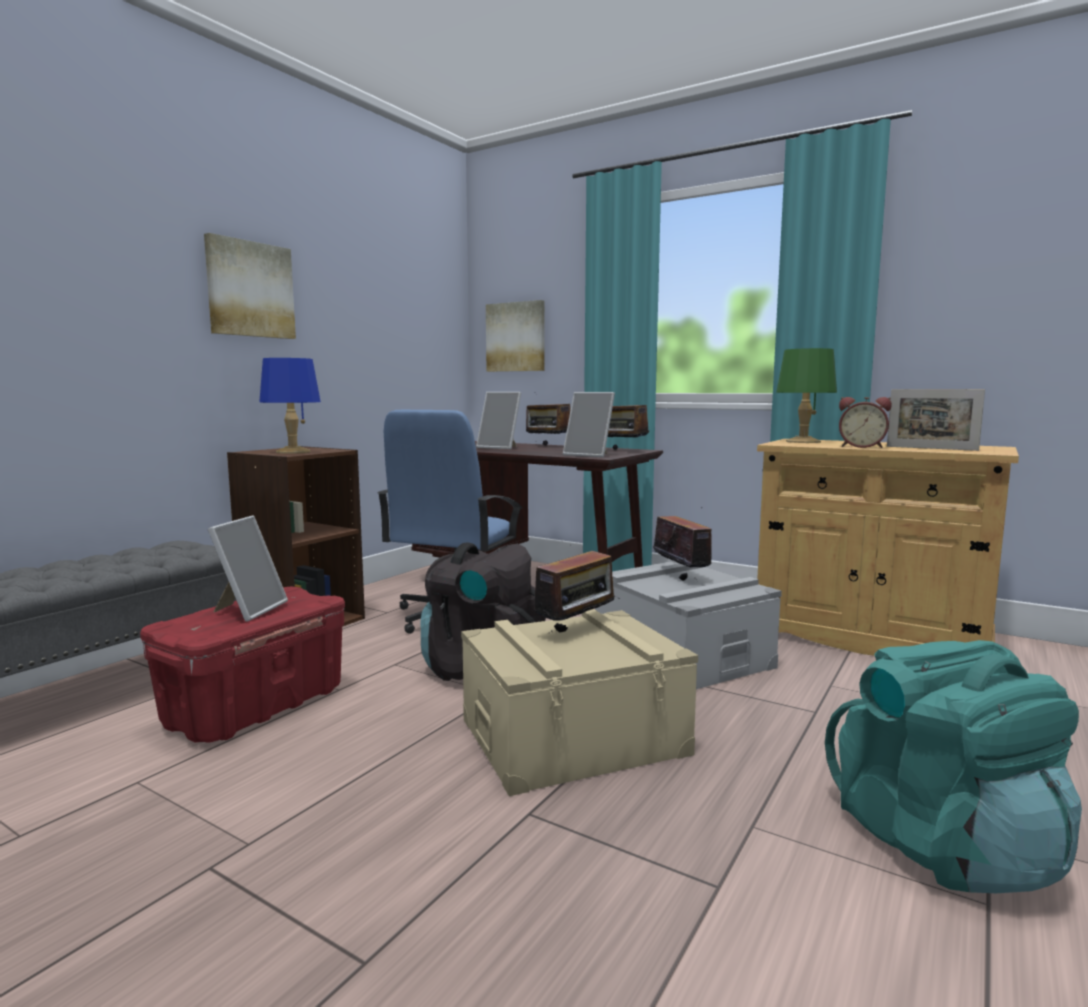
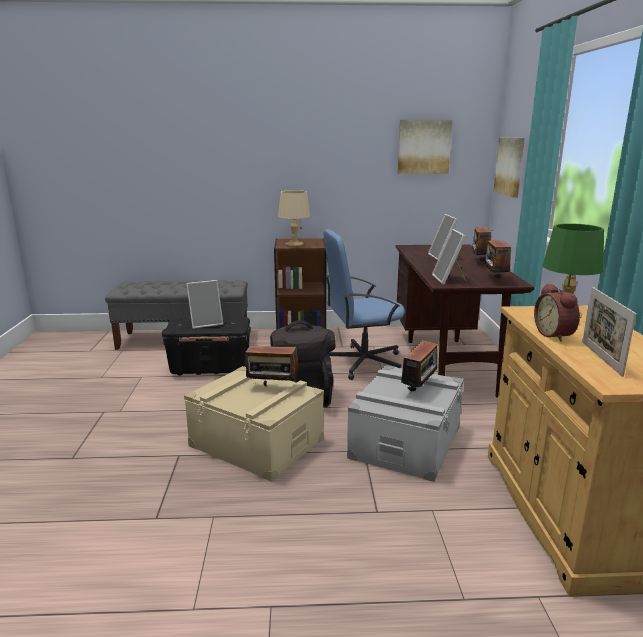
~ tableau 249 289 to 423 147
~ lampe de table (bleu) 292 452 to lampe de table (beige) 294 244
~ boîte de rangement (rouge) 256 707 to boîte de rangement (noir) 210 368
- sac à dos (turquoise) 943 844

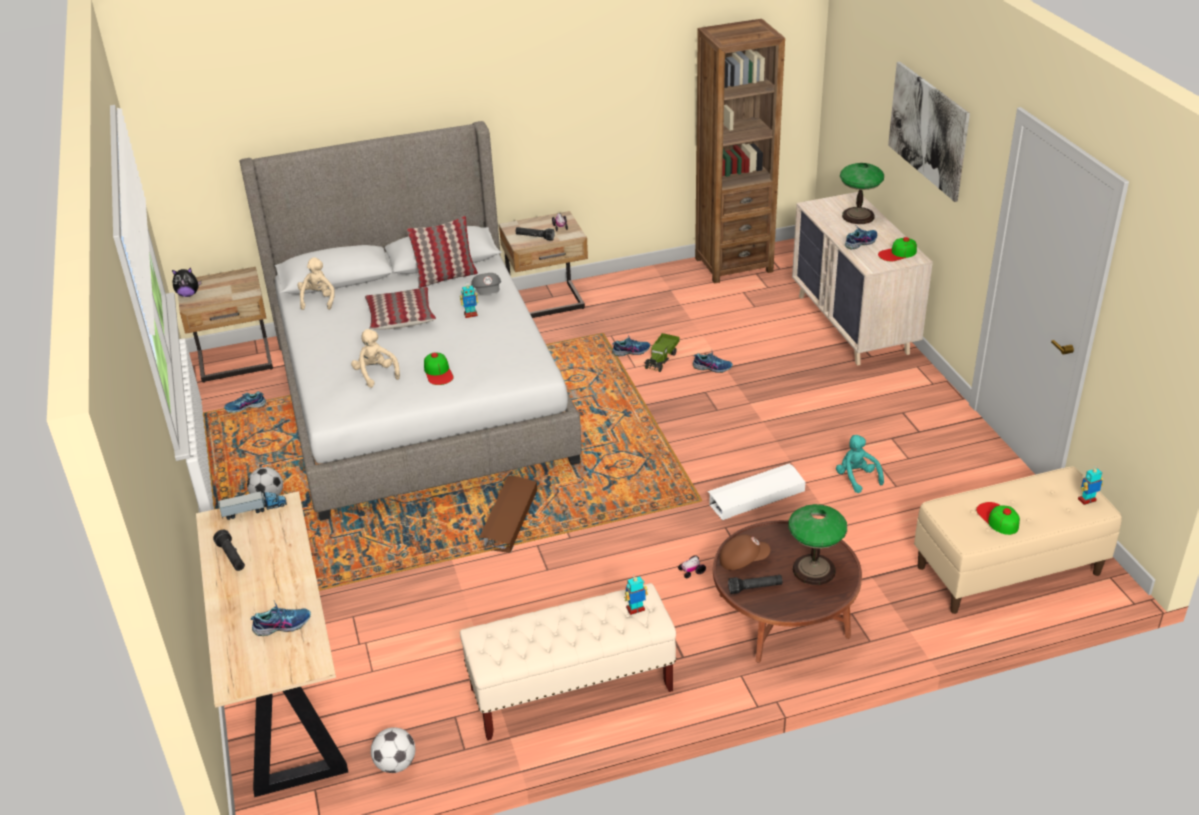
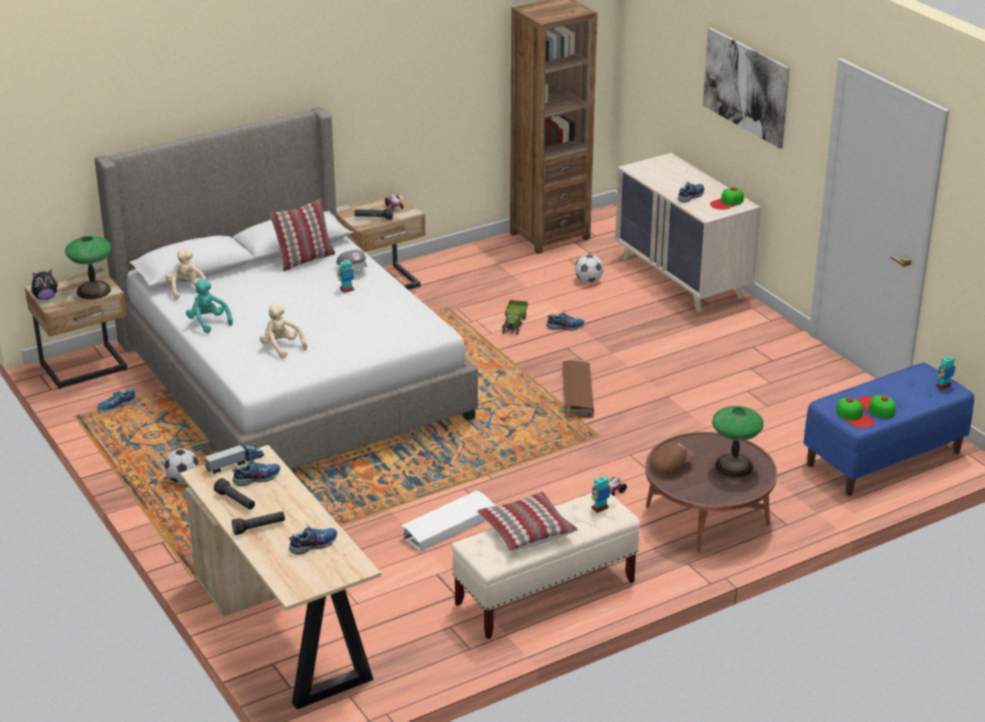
~ lampe de table 858 216 to 93 291
~ coussin 400 316 to 526 530
~ chaussure 631 351 to 256 478
~ casquette 438 372 to 854 416
~ peluche (turquoise) 856 478 to 208 322
~ boîte de rangement (blanc) 755 496 to 448 526
~ banc (beige) 1008 571 to banc (bleu) 883 459
~ boîte de rangement (marron) 509 519 to 577 394
~ lampe de poche (noir) 755 588 to 259 528
~ ballon de foot 395 764 to 588 281

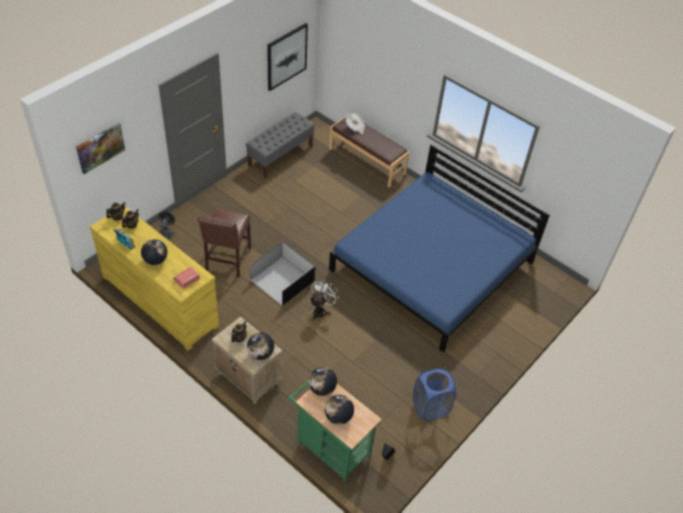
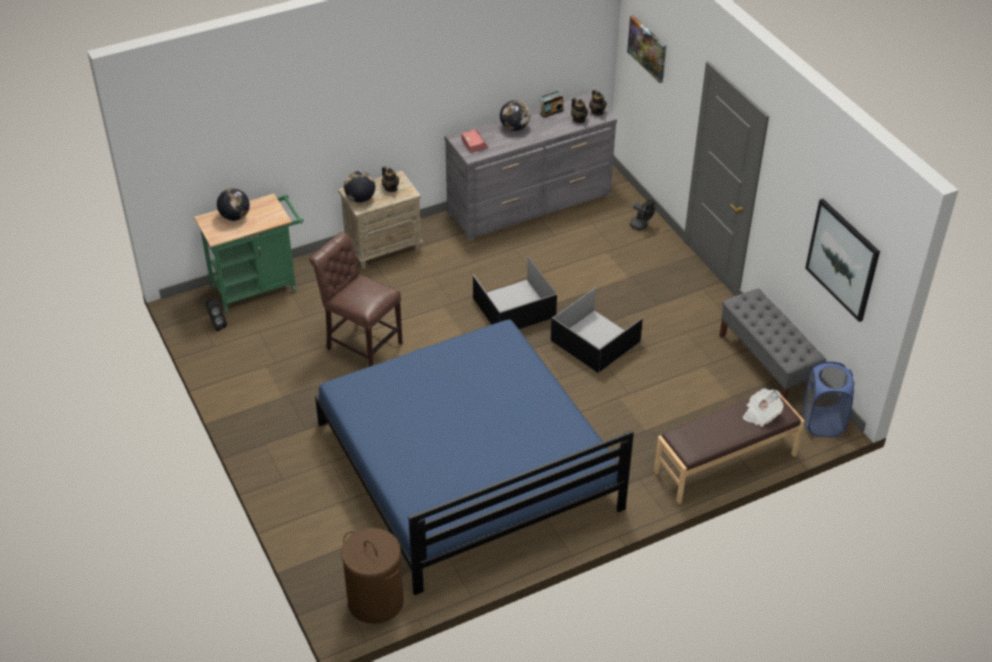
~ commode (jaune) 160 300 to commode (gris) 530 204
~ chaise (marron) 227 261 to 361 344
- ventilateur (blanc) 321 310
- globe 322 388
~ panier à linge (bleu) 430 407 to 822 421
+ boîte de rangement (noir) 596 341
+ panier à linge (marron) 375 601

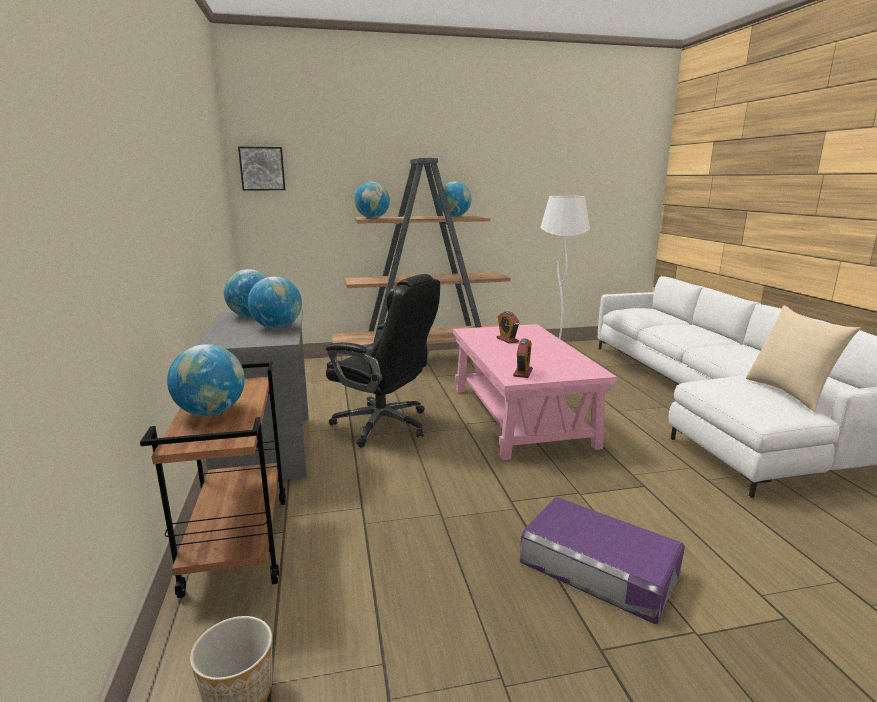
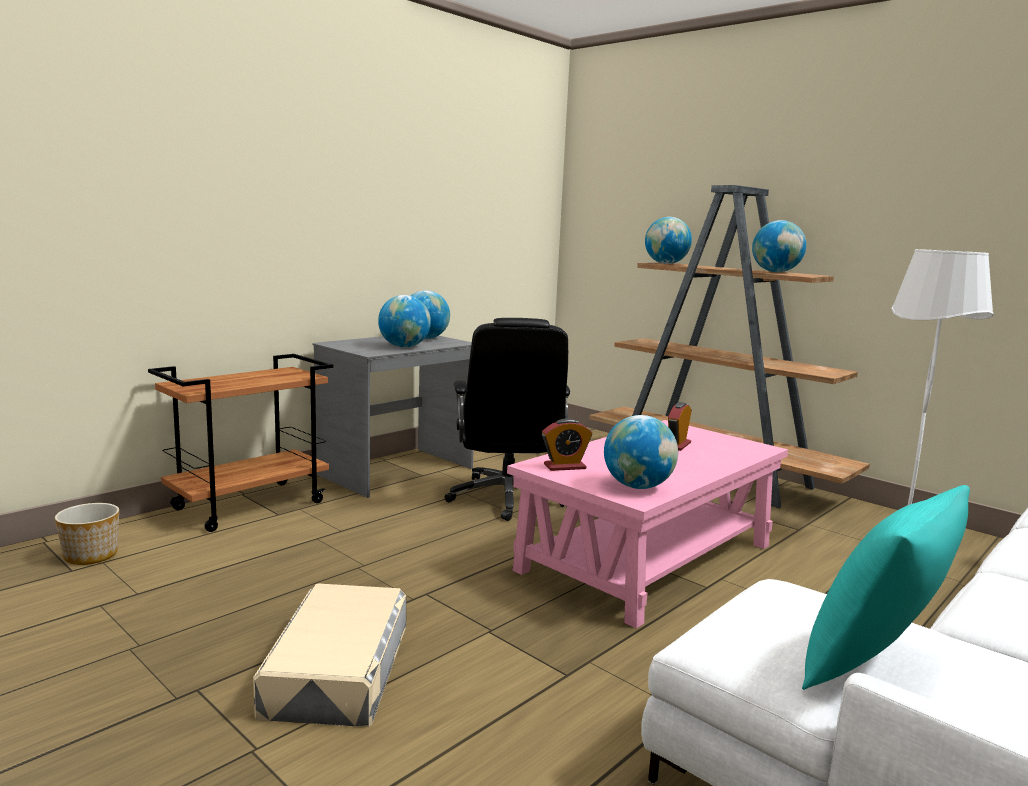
- tableau 262 168
~ coussin (beige) 789 393 to coussin (turquoise) 874 664
~ globe 211 412 to 637 486
~ boîte de rangement (violet) 598 567 to boîte de rangement (beige) 337 667

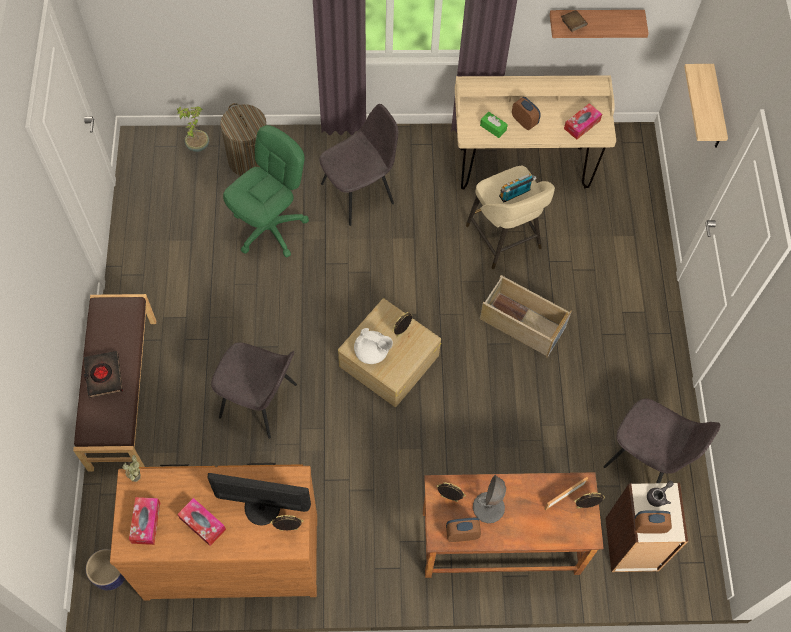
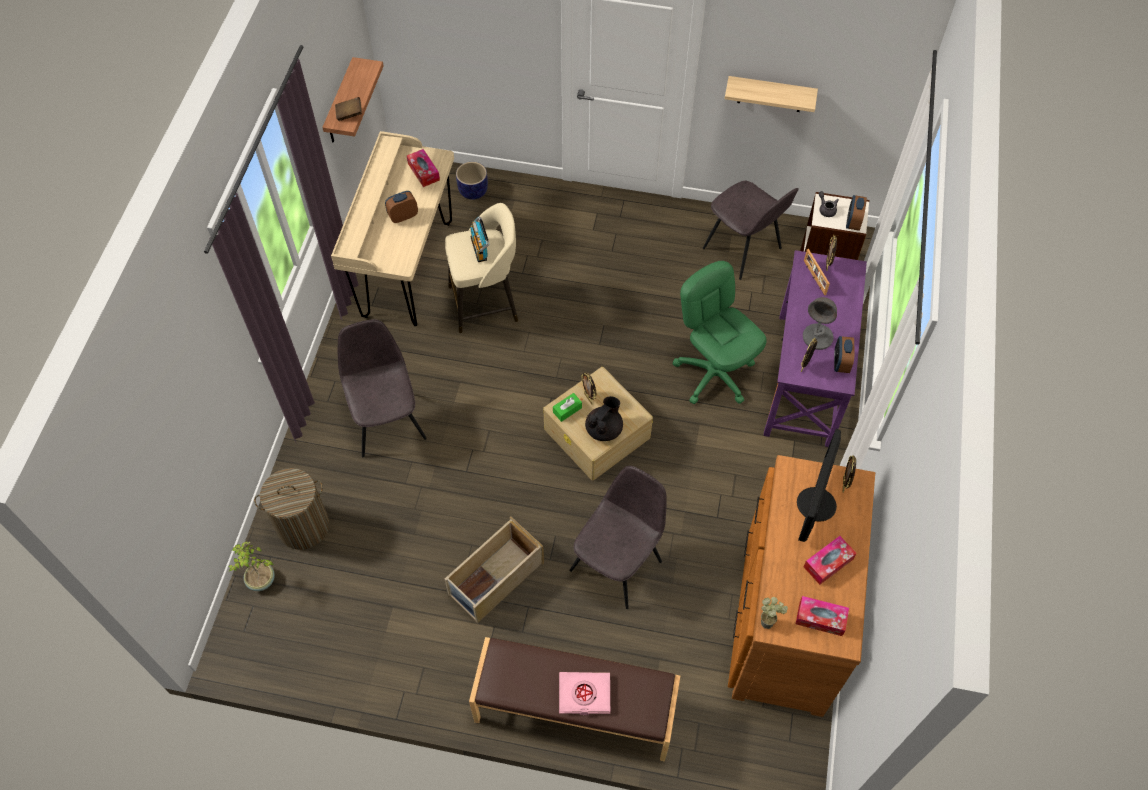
~ étagère 716 110 to 770 94
~ boîte à mouchoirs (vert) 493 128 to 567 410
~ chaise de bureau (vert) 270 228 to 714 373
~ boîte de rangement (beige) 521 323 to 495 579
~ théière (blanc) 372 352 to théière (noir) 604 429
~ livre (noir) 103 375 to livre (rose) 584 694
~ chaise (gris) 646 459 = 743 250 90 degrees clockwise
~ bureau (marron) 500 542 to bureau (violet) 805 379
~ cache-pot 110 574 to 473 192

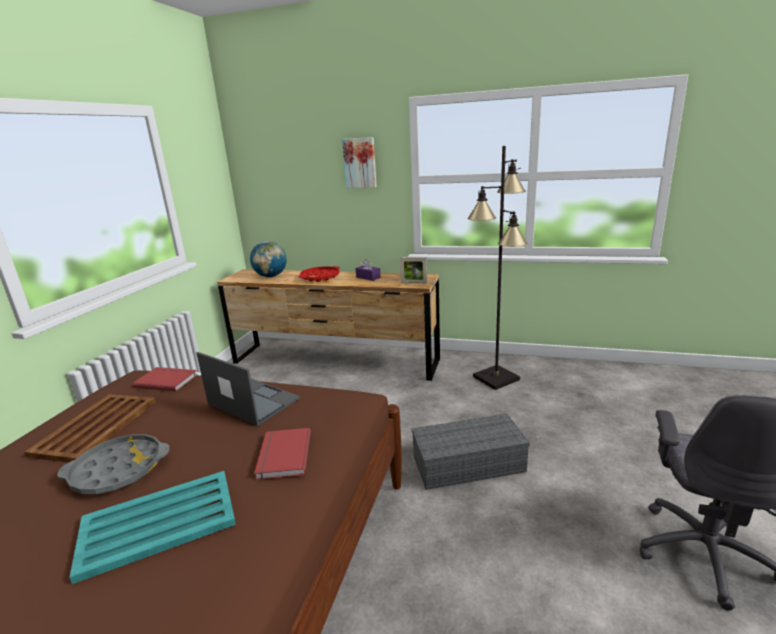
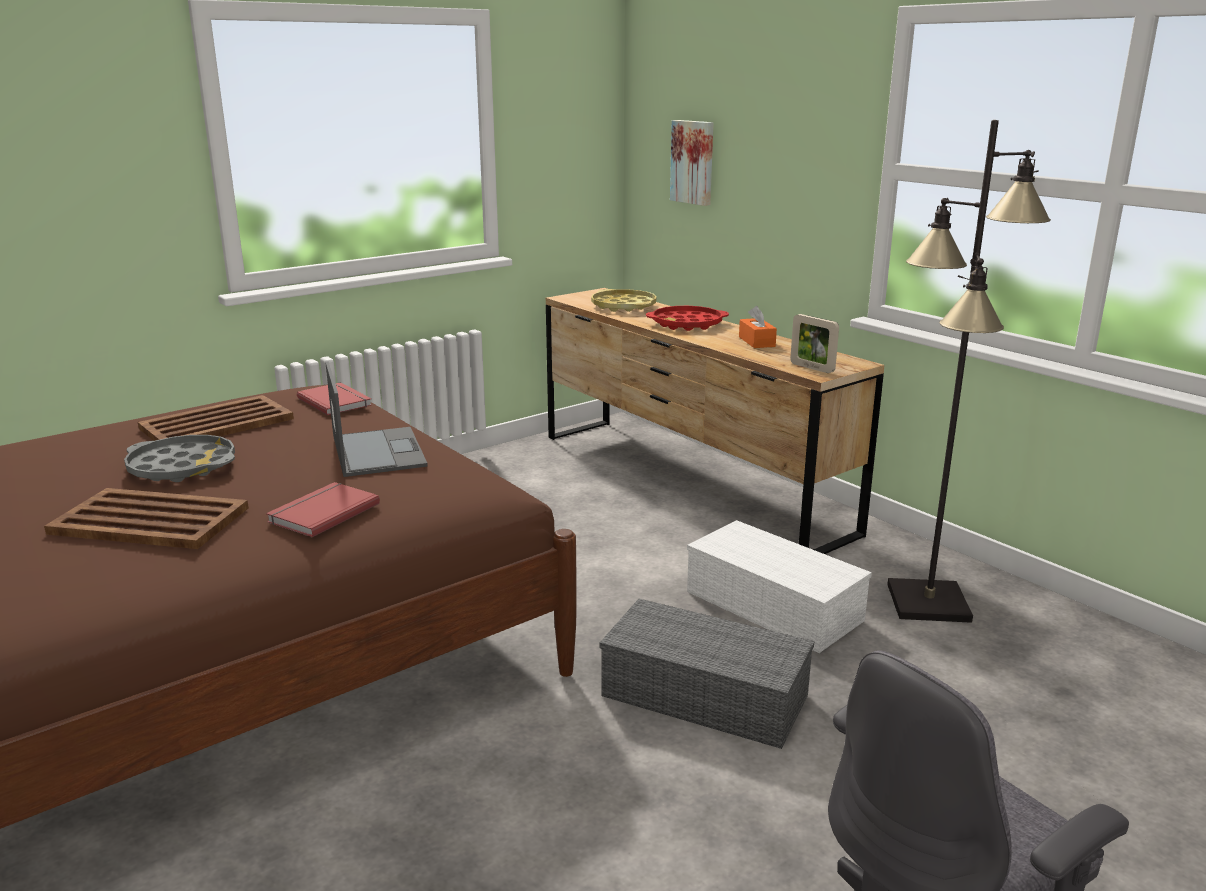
~ tableau 360 163 to 693 162
~ globe 271 276 to plateau (jaune) 623 306
~ boîte à mouchoirs (violet) 368 277 to boîte à mouchoirs (orange) 756 342
~ plateau (turquoise) 160 522 to plateau (marron) 151 521
+ boîte de rangement (blanc) 776 606

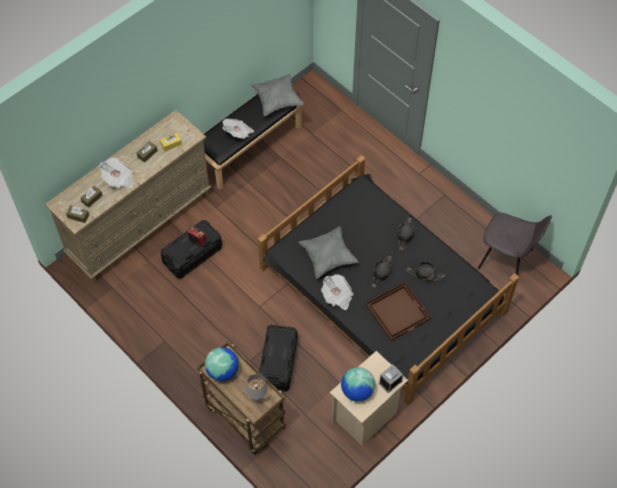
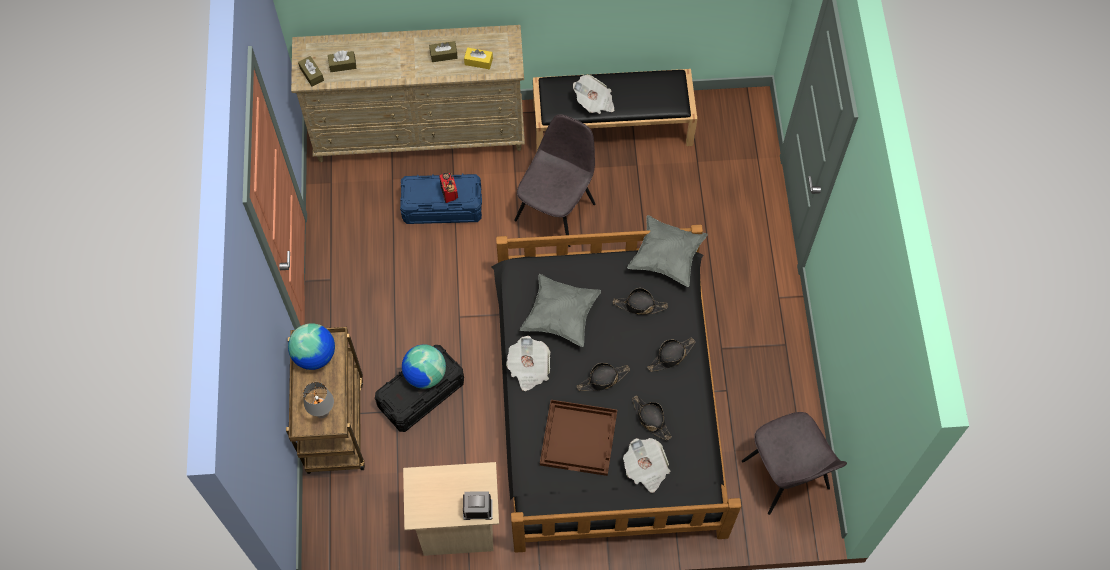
~ coussin (gris) 277 100 to 666 257
~ journal 119 179 to 646 469
~ boîte de rangement (noir) 192 255 to boîte de rangement (bleu) 442 207
~ globe 357 391 to 425 375
+ chaise (gris) 556 210
+ chapeau (noir) 639 305

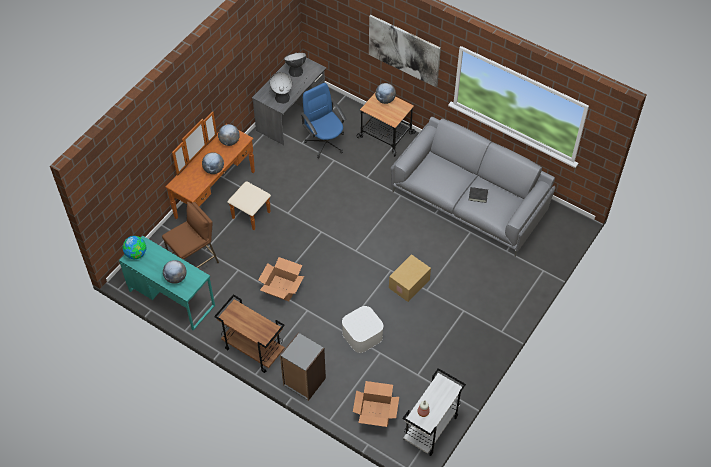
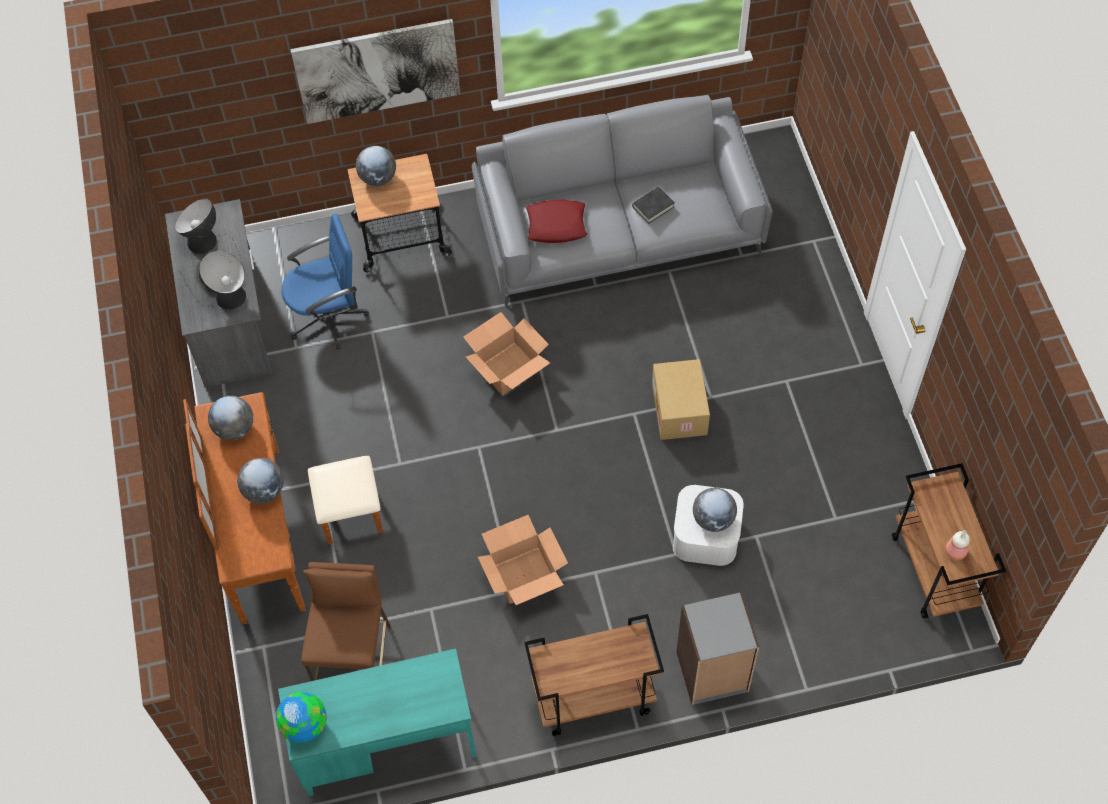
~ chaise de bureau (bleu) 325 142 = 328 317 150 degrees clockwise
~ globe 176 278 to 713 519
~ chariot (blanc) 431 429 to chariot (marron) 935 571
~ carton 375 412 to 507 368
+ coussin (rouge) 556 225

